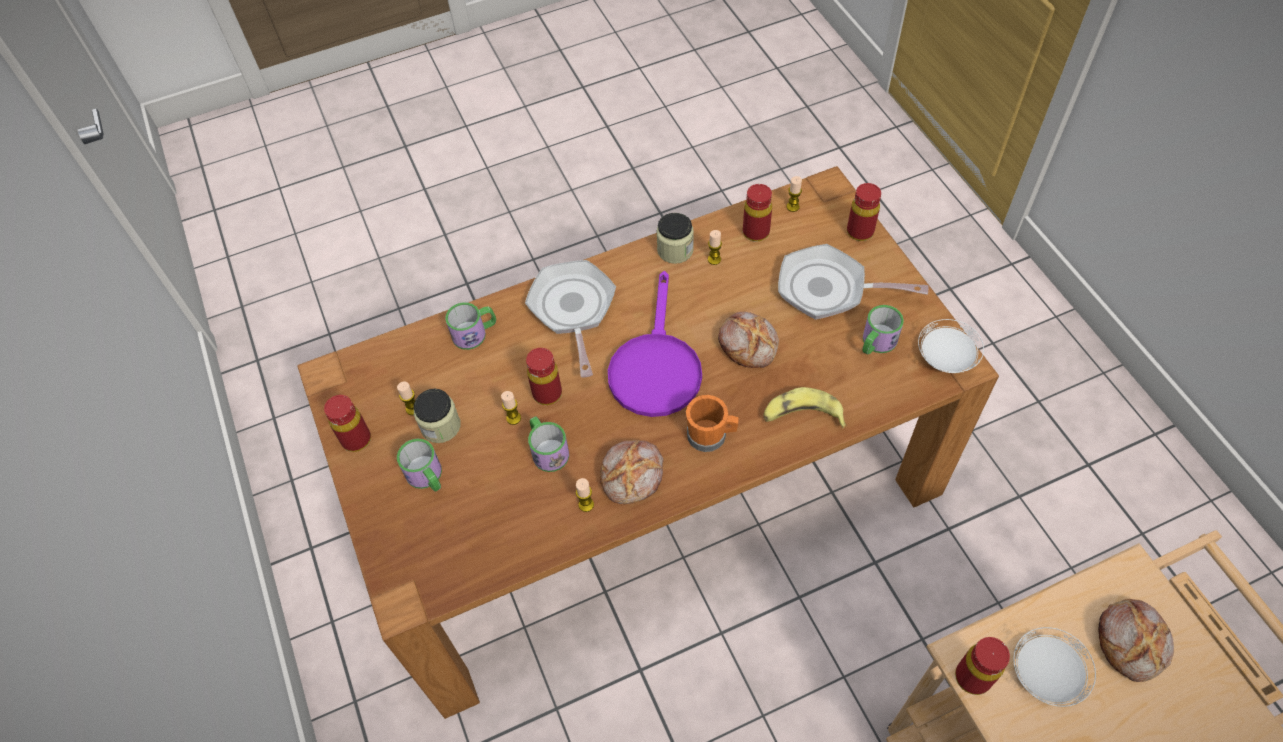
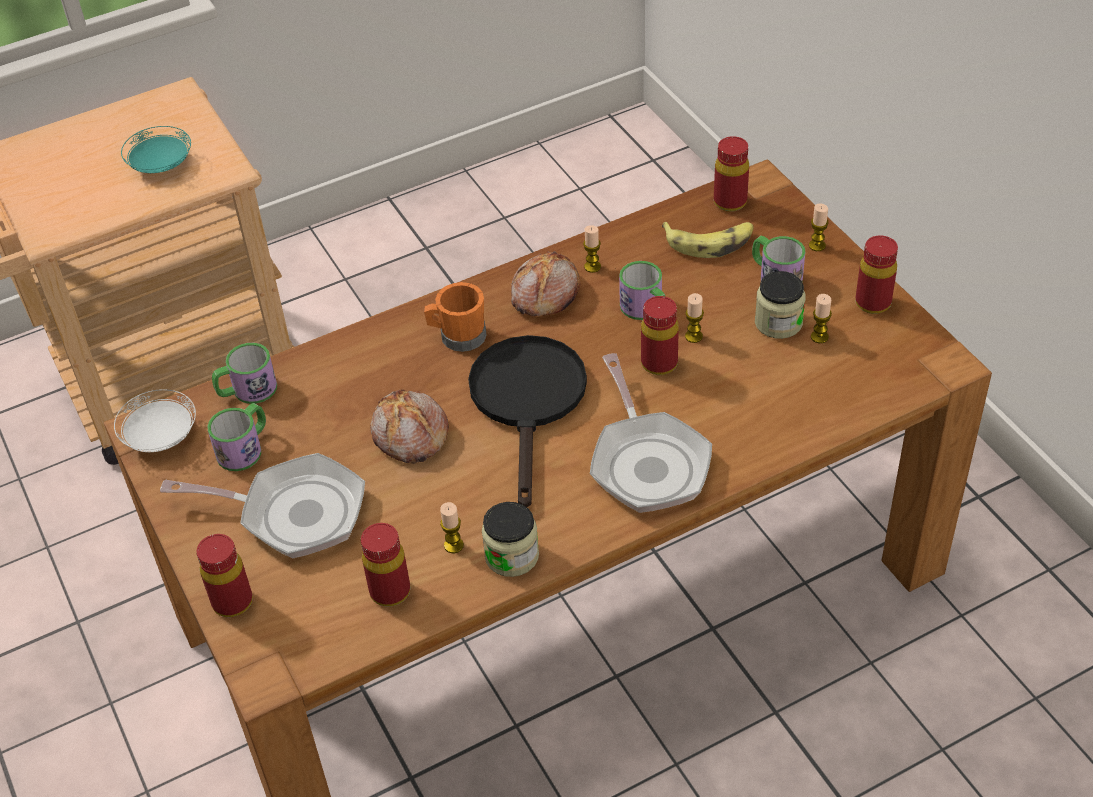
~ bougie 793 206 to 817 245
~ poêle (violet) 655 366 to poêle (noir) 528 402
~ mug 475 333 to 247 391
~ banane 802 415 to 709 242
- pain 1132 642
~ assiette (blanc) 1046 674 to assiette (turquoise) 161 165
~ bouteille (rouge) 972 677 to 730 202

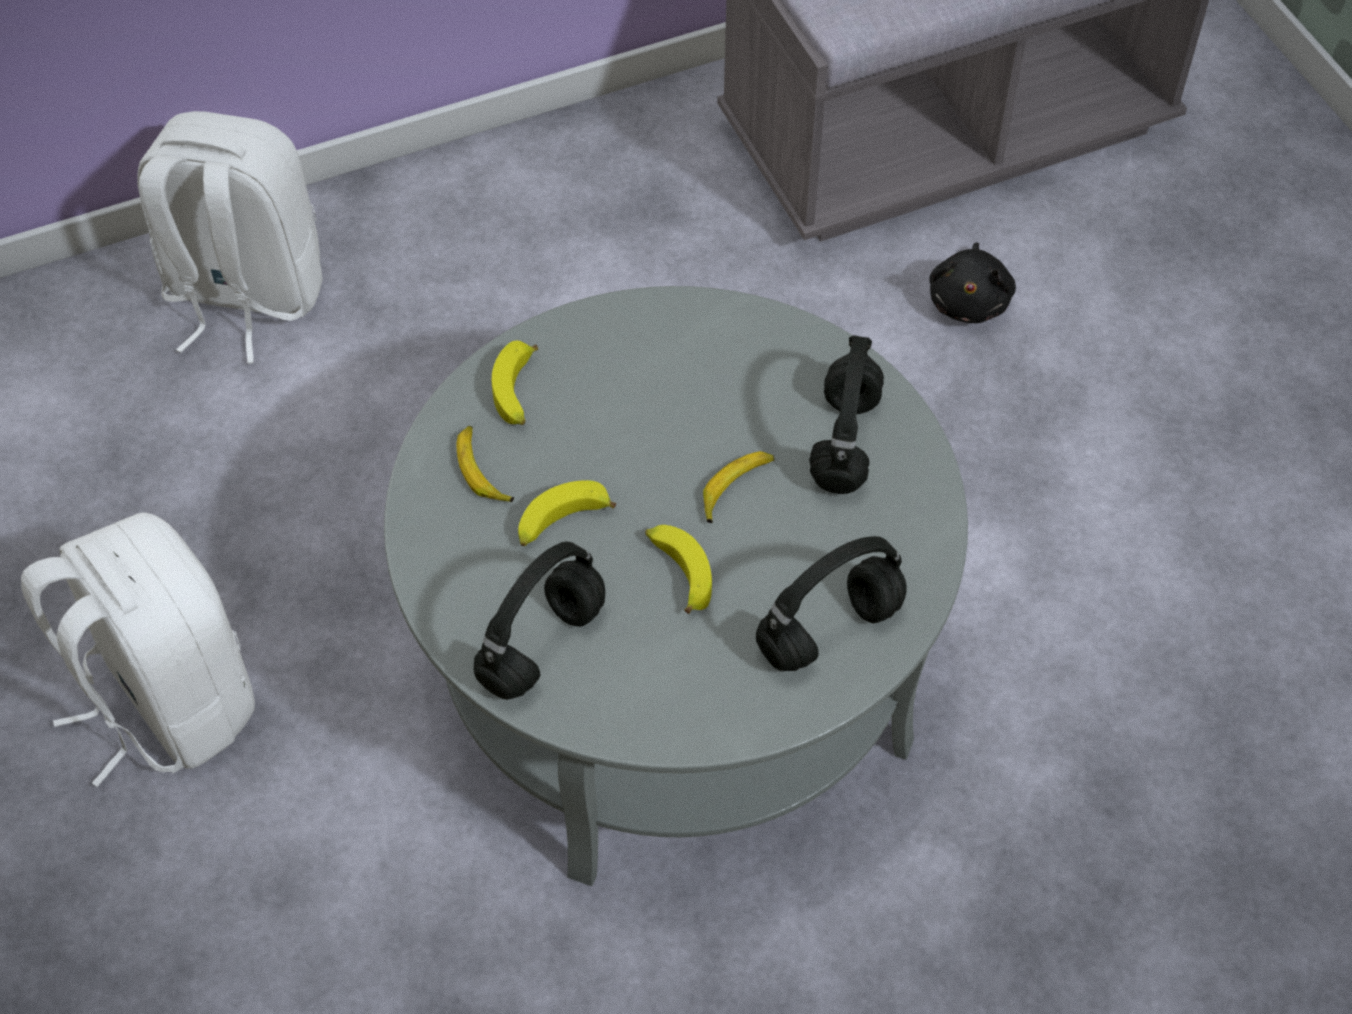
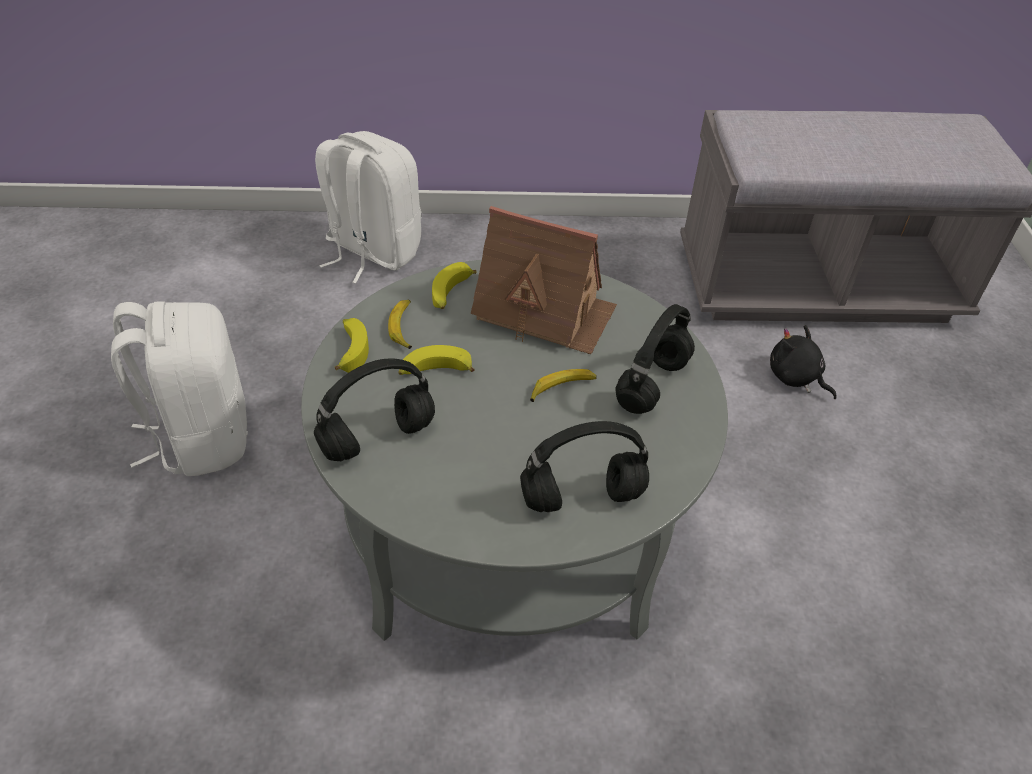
~ peluche (noir) 969 301 = 795 378 105 degrees clockwise
~ banane 678 572 to 350 350
+ maison miniature 544 312

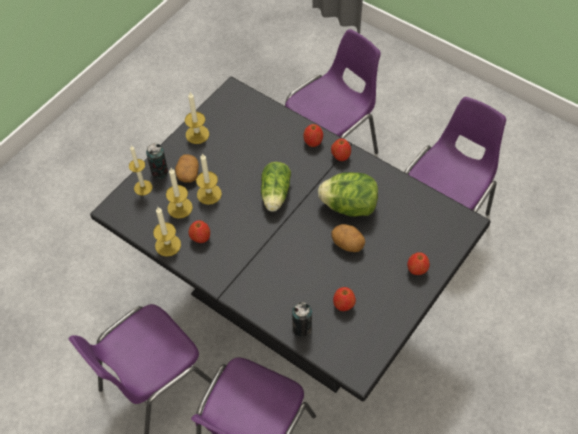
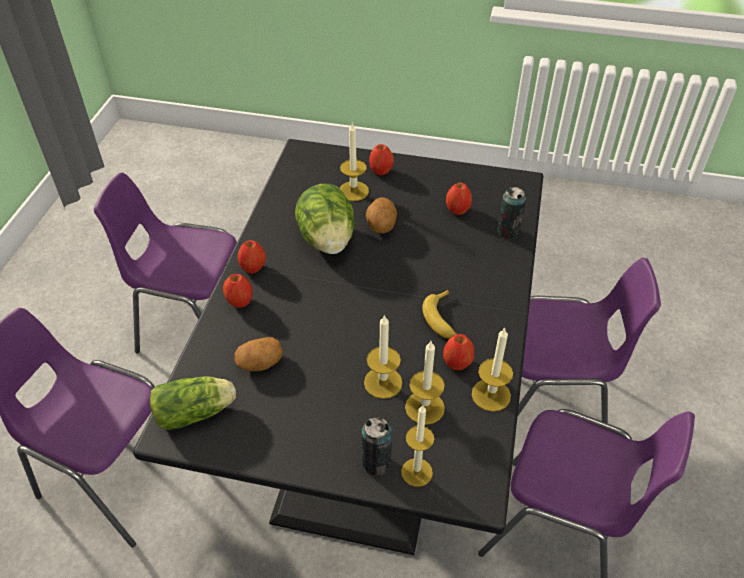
~ bougie 197 134 to 353 191
~ pomme de terre 188 173 to 259 362
~ laitue 275 195 to 197 412
+ banane 443 320

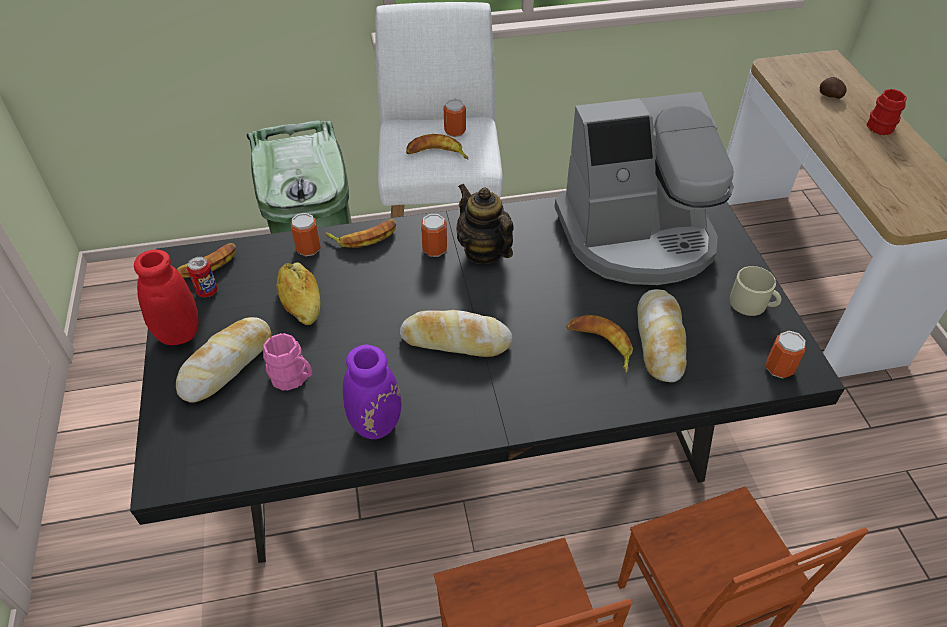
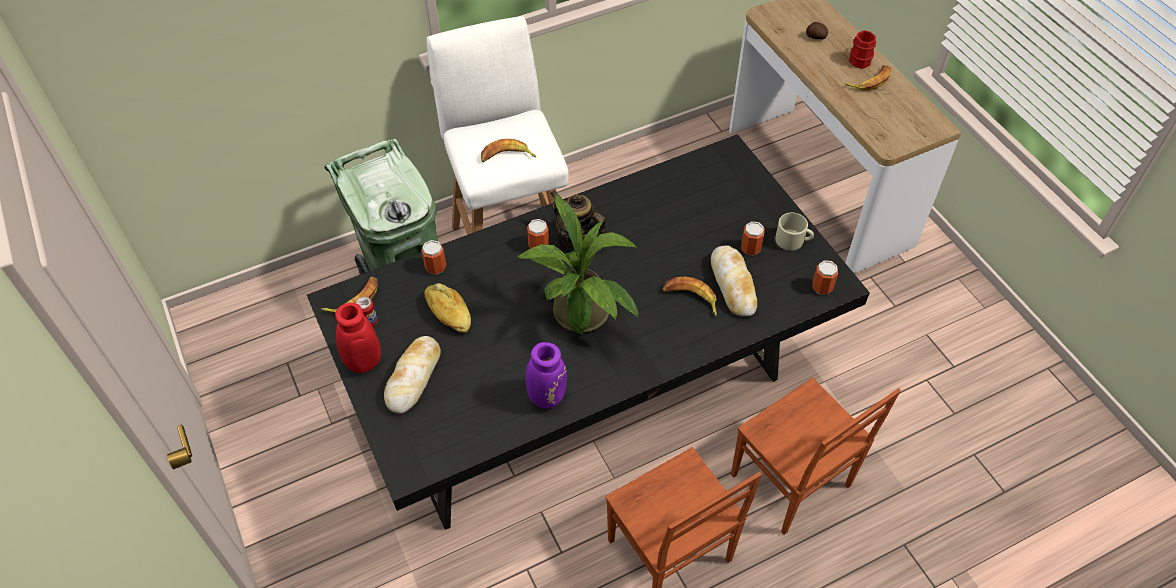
- machine à café 637 237
~ boîte métallique 455 131 to 750 248
~ banane 364 236 to 870 81
~ pain 455 340 to plante en pot 582 319
- mug (rose) 293 378

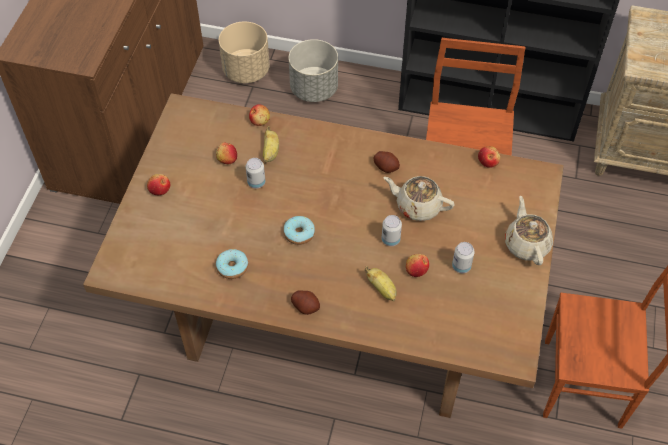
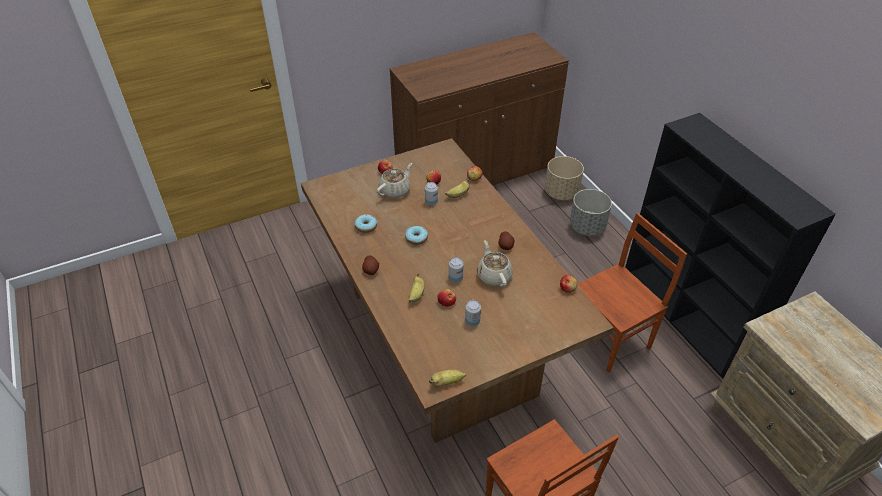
~ théière (beige) 526 244 to 395 190
+ banane 447 382

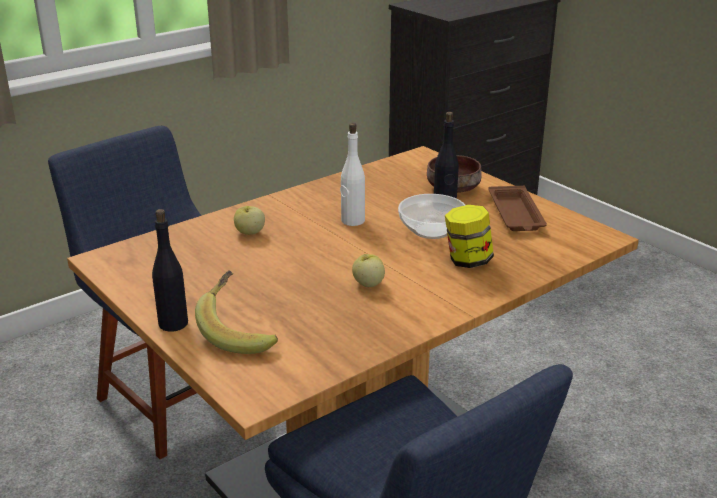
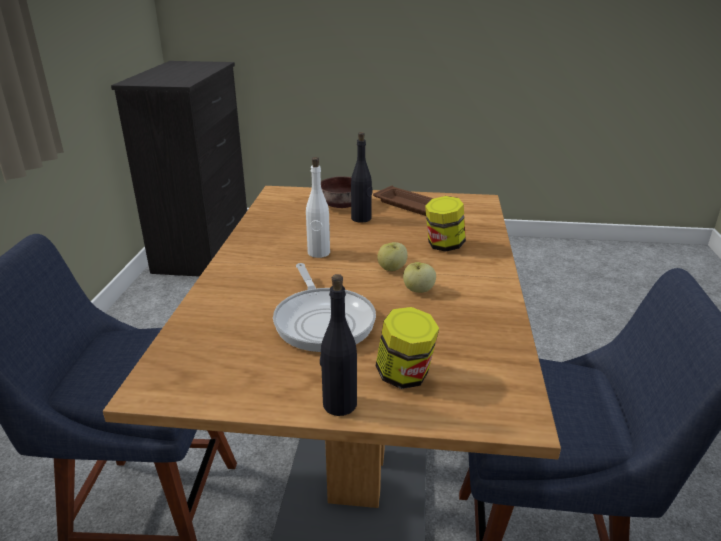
- bol 432 230
~ pomme 249 233 to 392 269
~ banane 240 331 to bocal 405 376
+ poêle 323 321

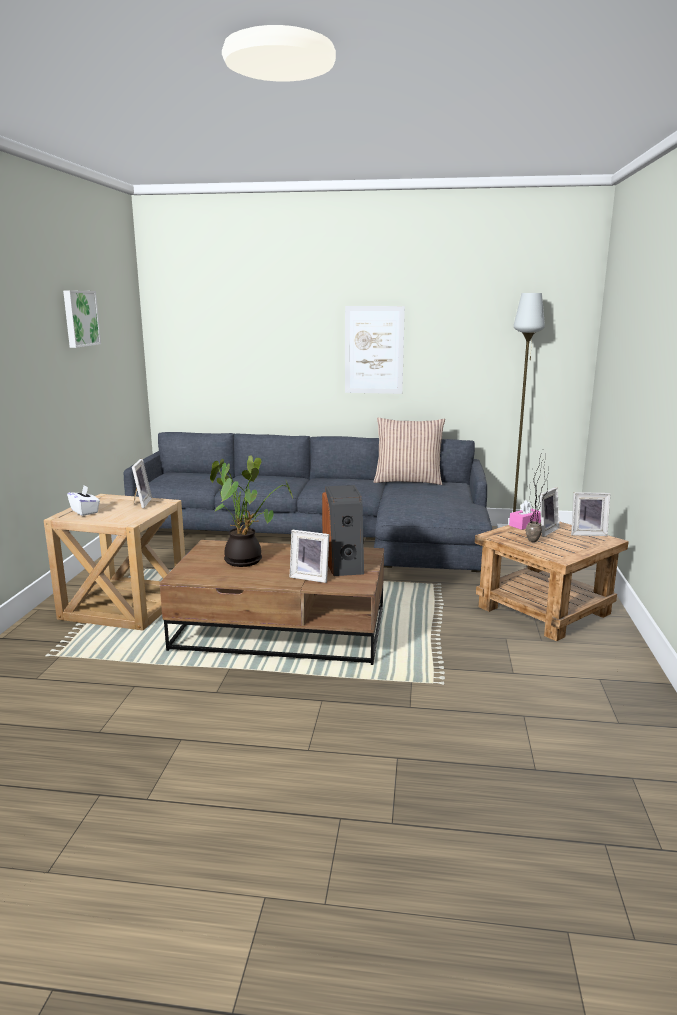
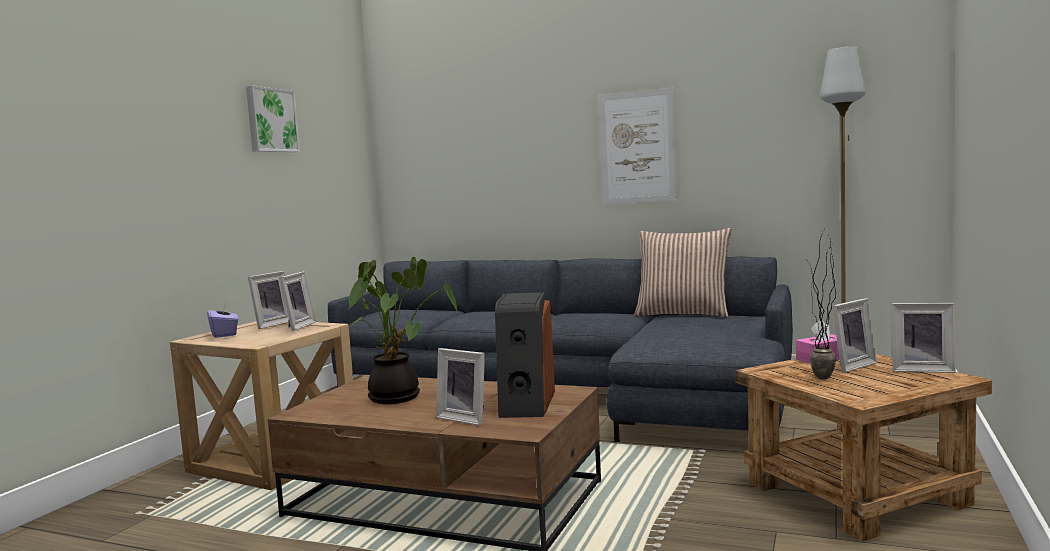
~ boîte à mouchoirs (blanc) 85 511 to boîte à mouchoirs (violet) 224 334
+ cadre photo 271 324

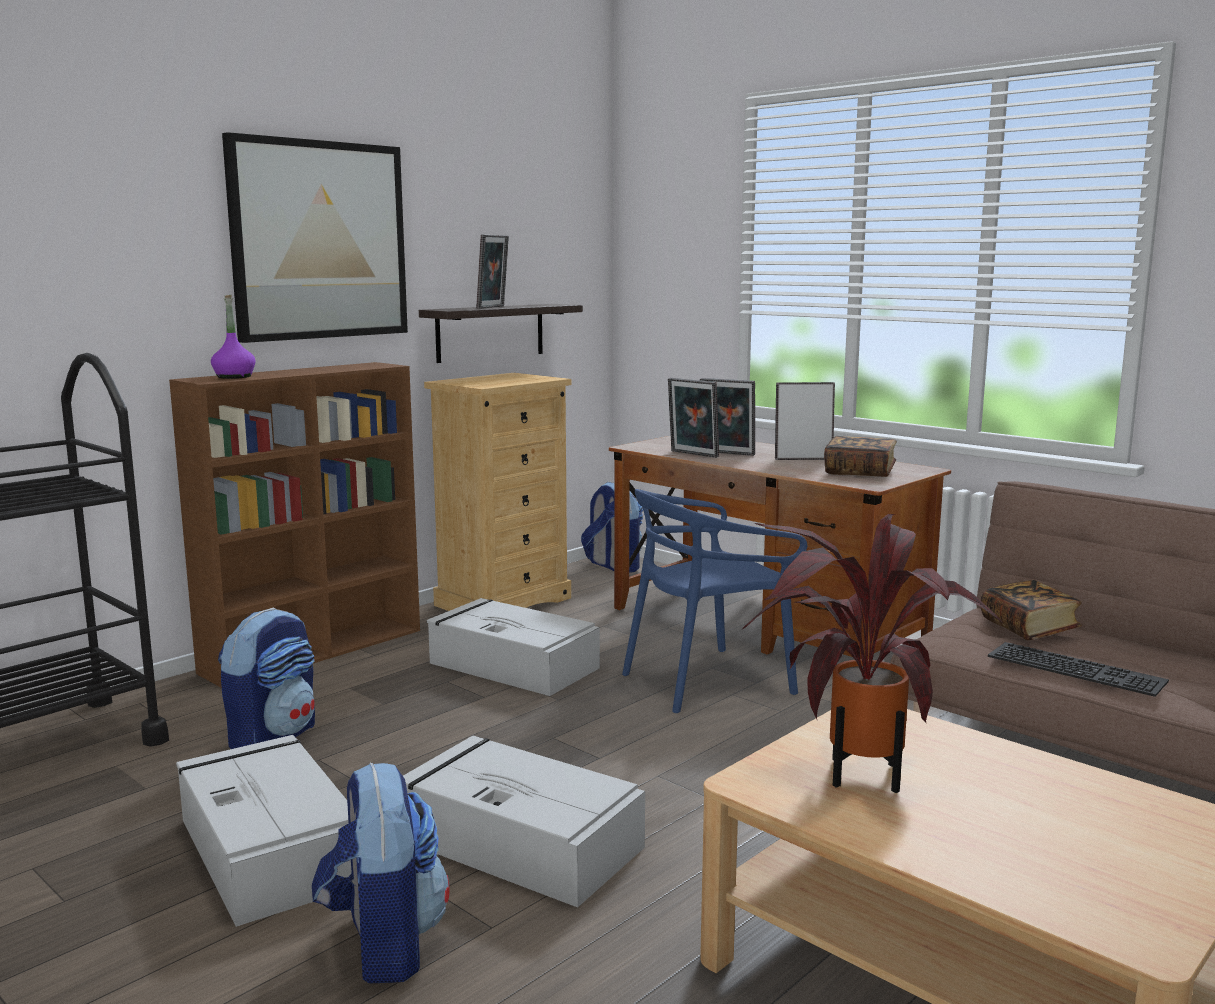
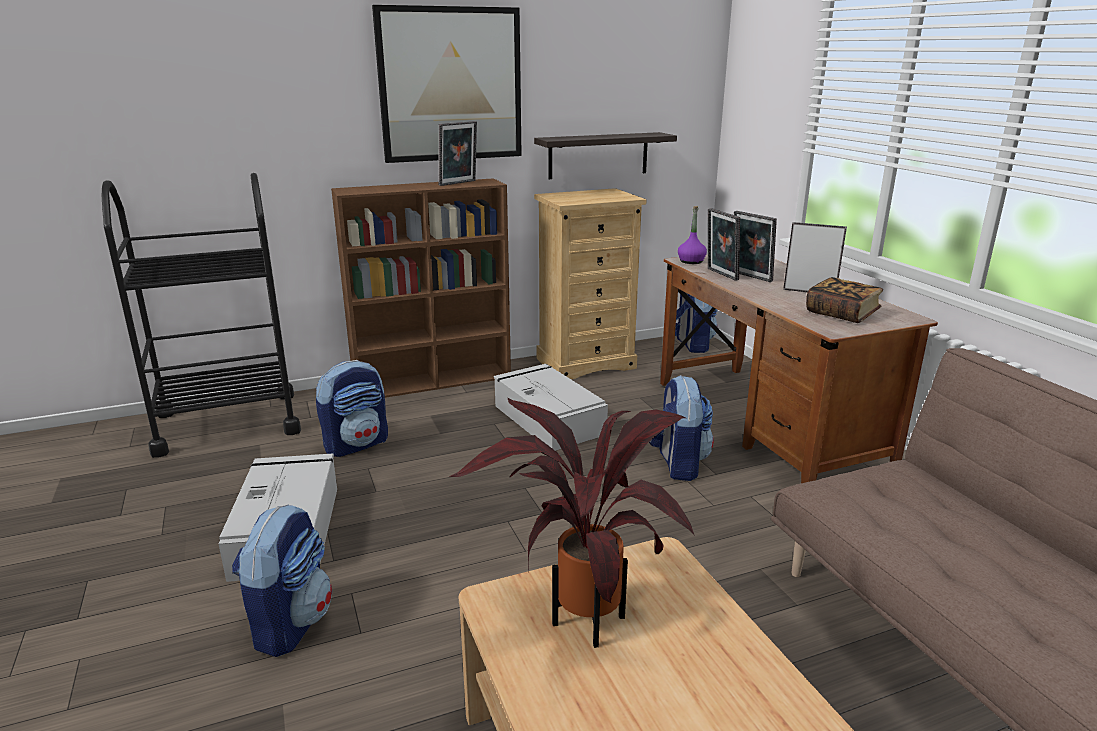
~ cadre photo 493 307 to 459 183
~ bouteille (violet) 234 377 to 691 261
~ chaise (bleu) 707 681 to sac à dos 677 464
- livre 1028 628
- clavier 1078 668
- boîte de rangement (gris) 518 842

